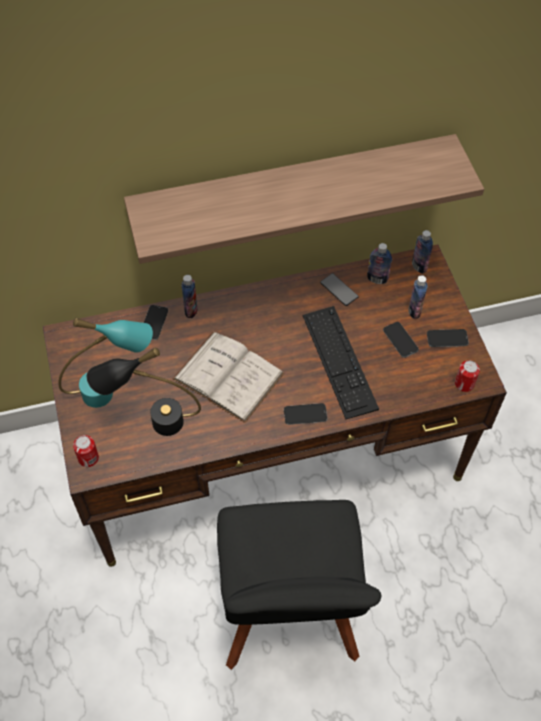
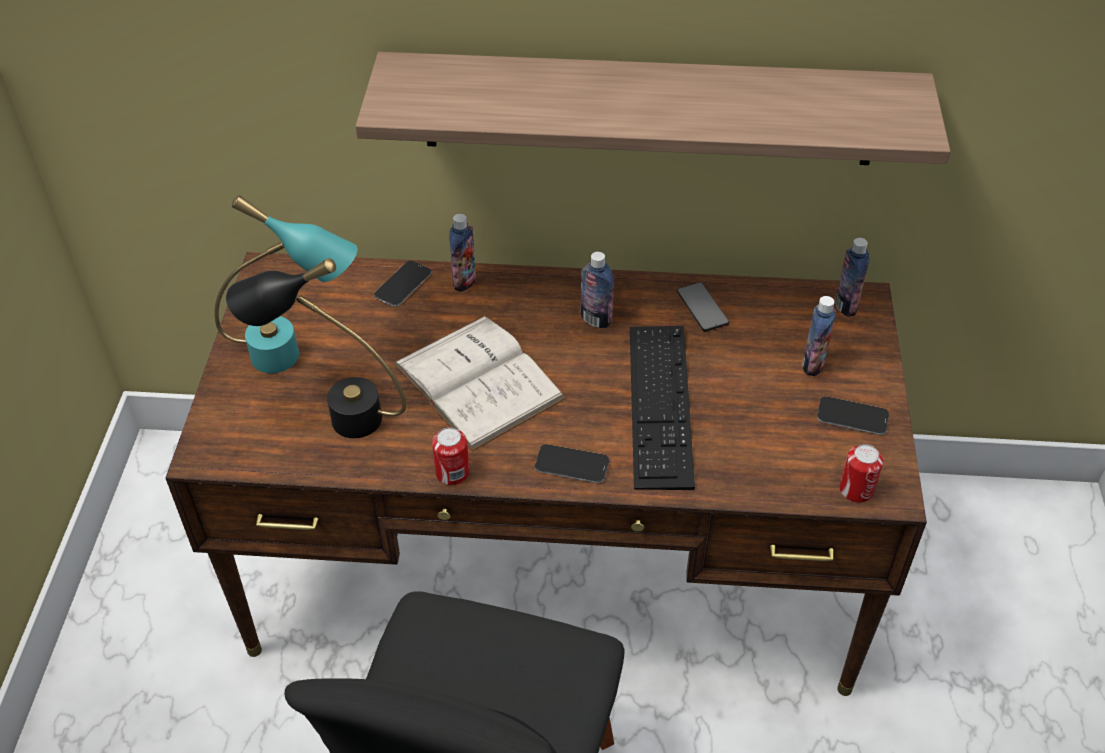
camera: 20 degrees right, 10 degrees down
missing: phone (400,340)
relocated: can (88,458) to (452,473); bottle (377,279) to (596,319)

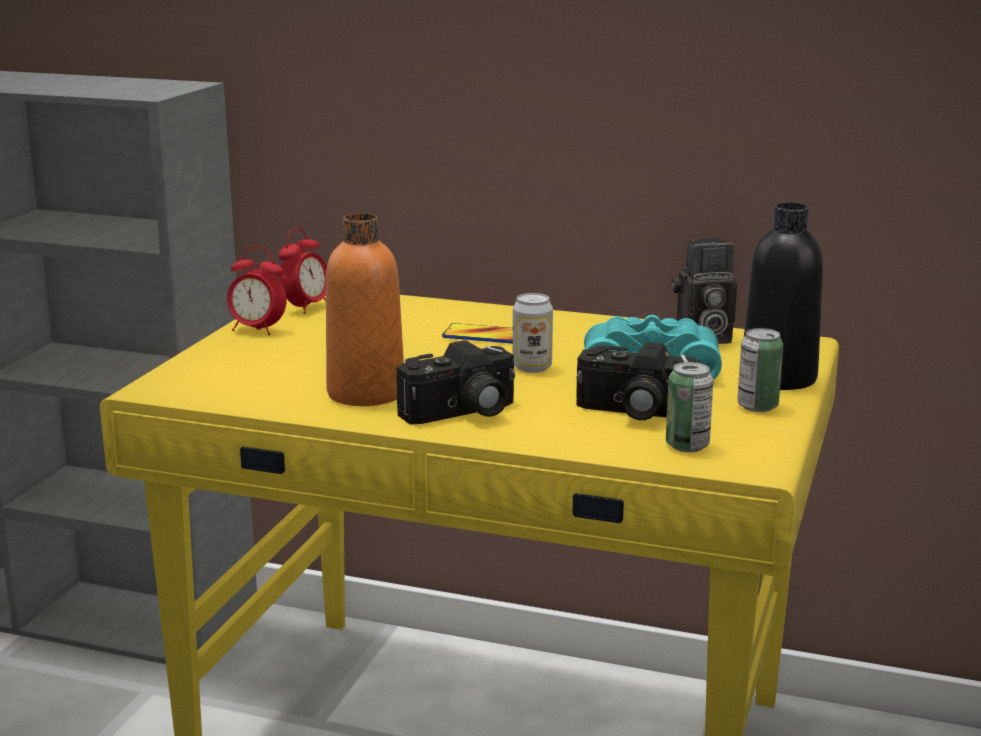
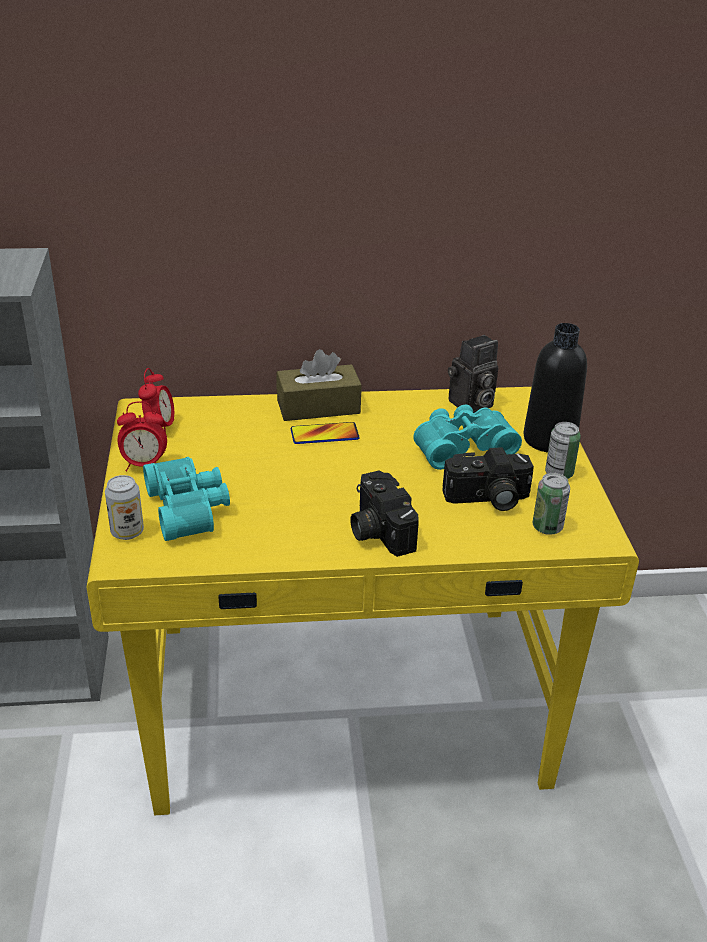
camera: 25 degrees left, 15 degrees up
missing: orange bottle (366,393)
appeared: turquoise binoculars (190,508); brown tissue box (318,407)
relocated: can (532,367) to (127,532)
spun: photo camera (462,413) = (377,530) 120 degrees clockwise

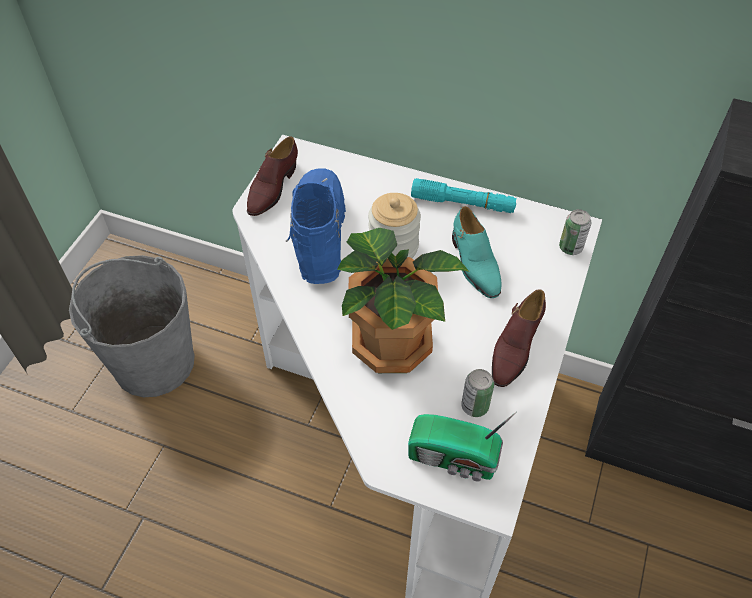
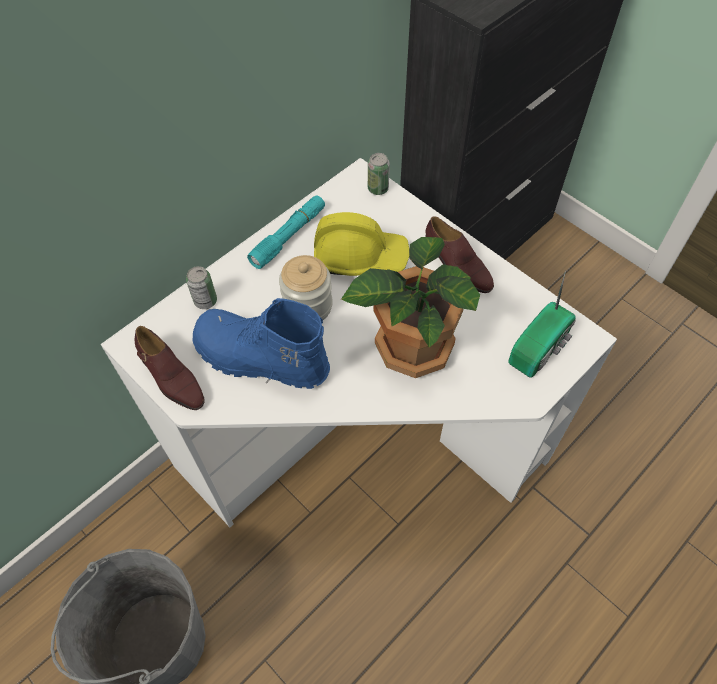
camera: 65 degrees left, 5 degrees up
relocated: can (475,406) to (205,301)
exchanged: turquoise shoe (474,264) to yellow hard hat (360,256)

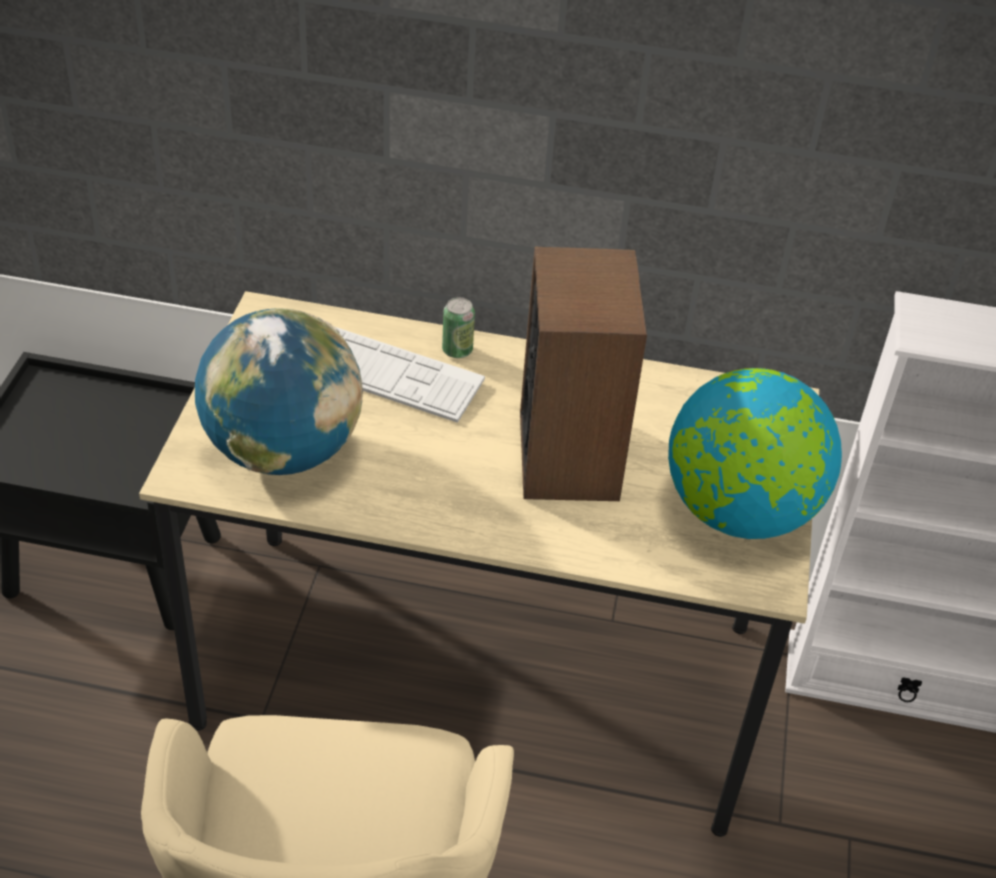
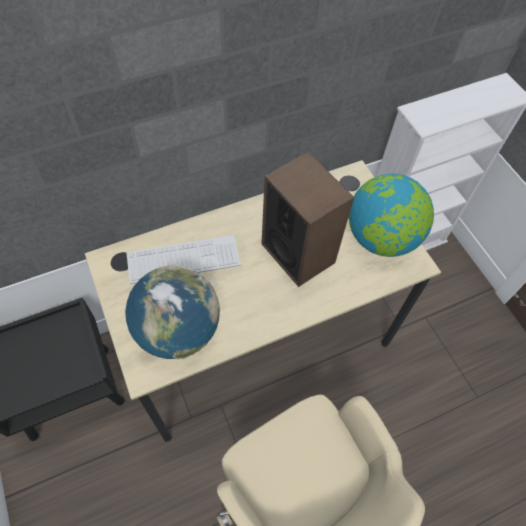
camera: 35 degrees left, 15 degrees up
missing: can (457,350)

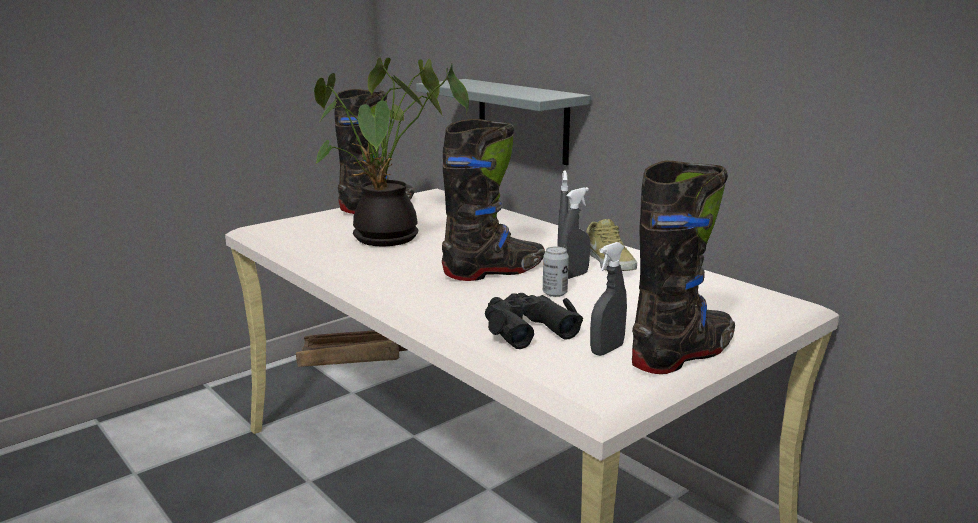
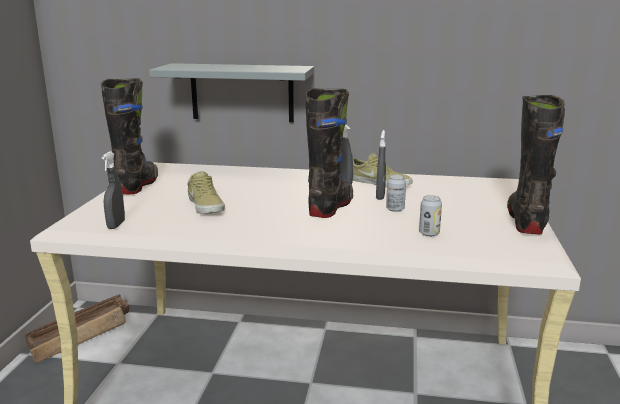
camera: 40 degrees left, 0 degrees up
relocated: grey spray bottle (607,350) to (116,225)
exchanged: potted plant (387,240) to beige shoe (206,206); black binoculars (526,328) to can (429,233)

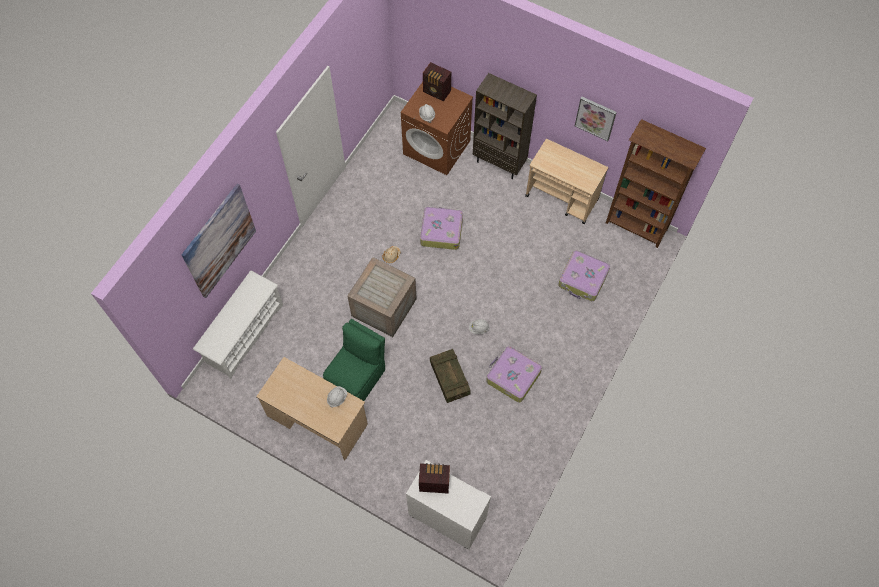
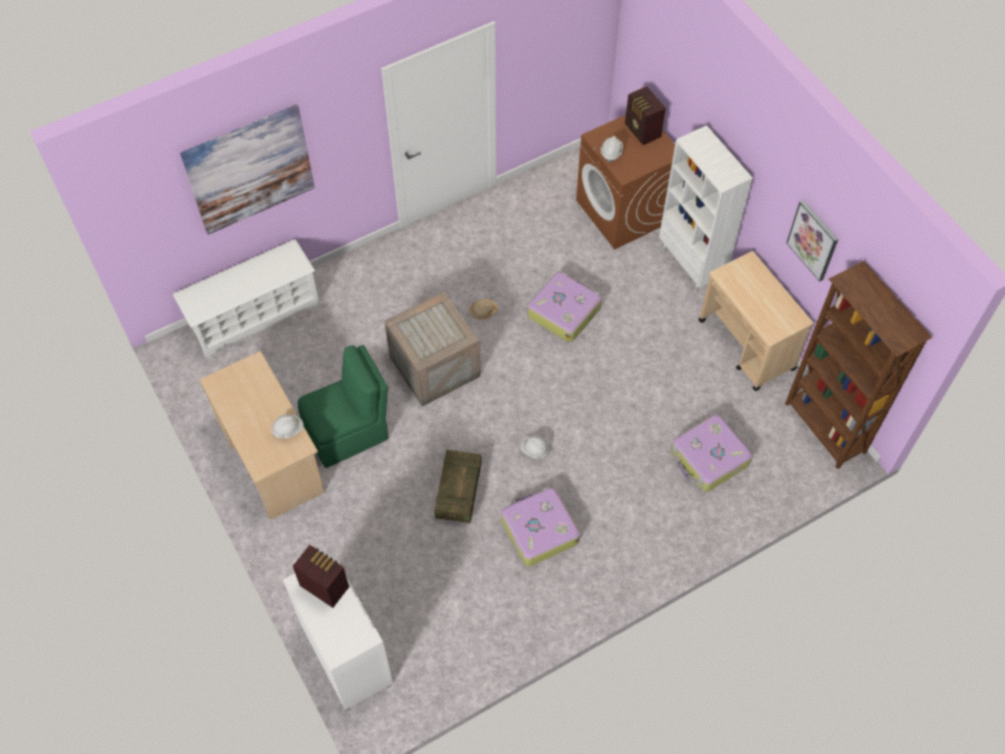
camera: 30 degrees right, 5 degrees down
colour: brown bookcase (499,163) to white bookcase (691,266)

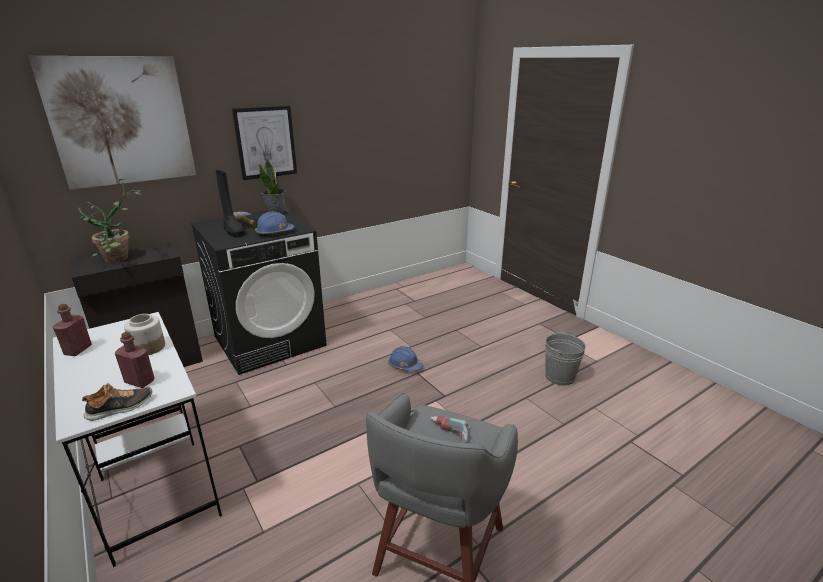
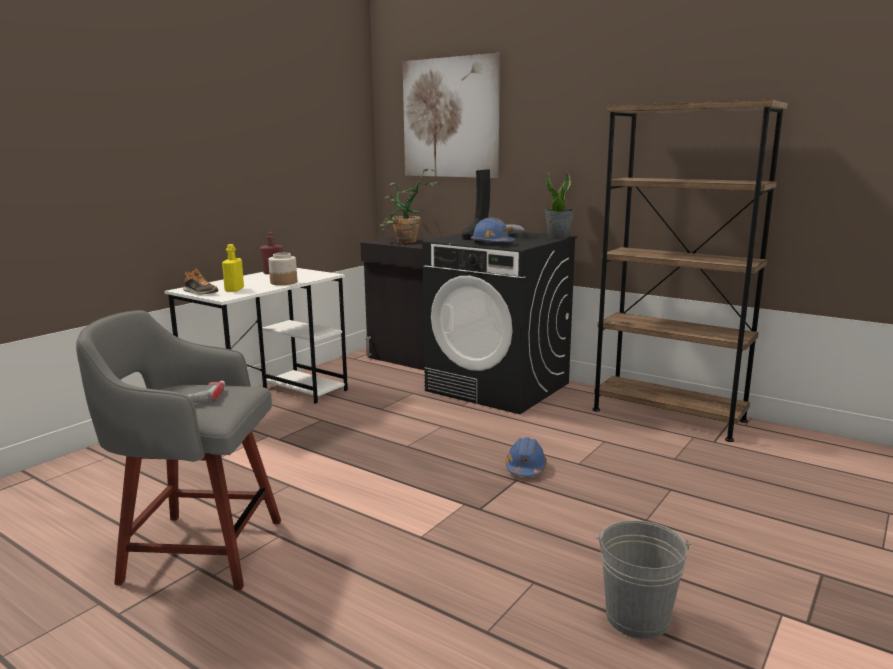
camera: 70 degrees right, 10 degrees down
missing: picture (265,142)
appeared: brown bookcase (668,415)
colour: red bottle (140,382) to yellow bottle (234,289)

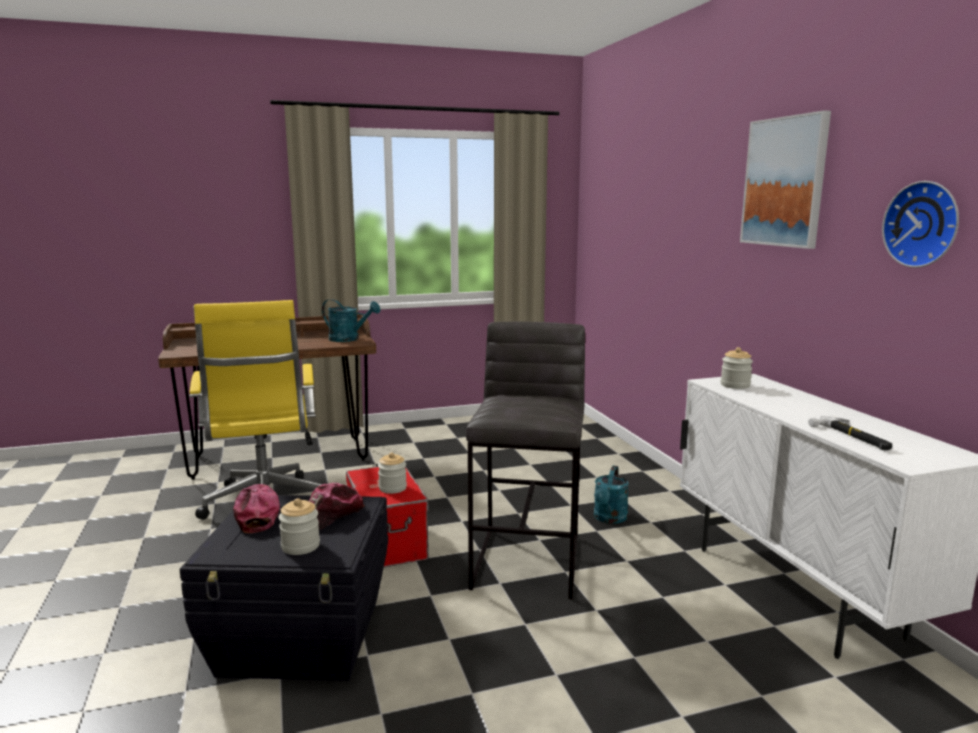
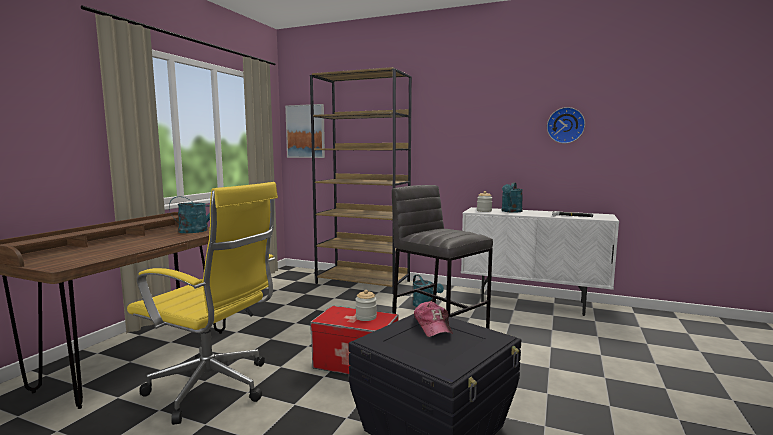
camera: 50 degrees left, 5 degrees down
missing: cap (257,514); jar (300,546)
appeared: brown bookcase (363,282); turquoise watering can (511,211)
relocated: picture (785,182) to (306,131)

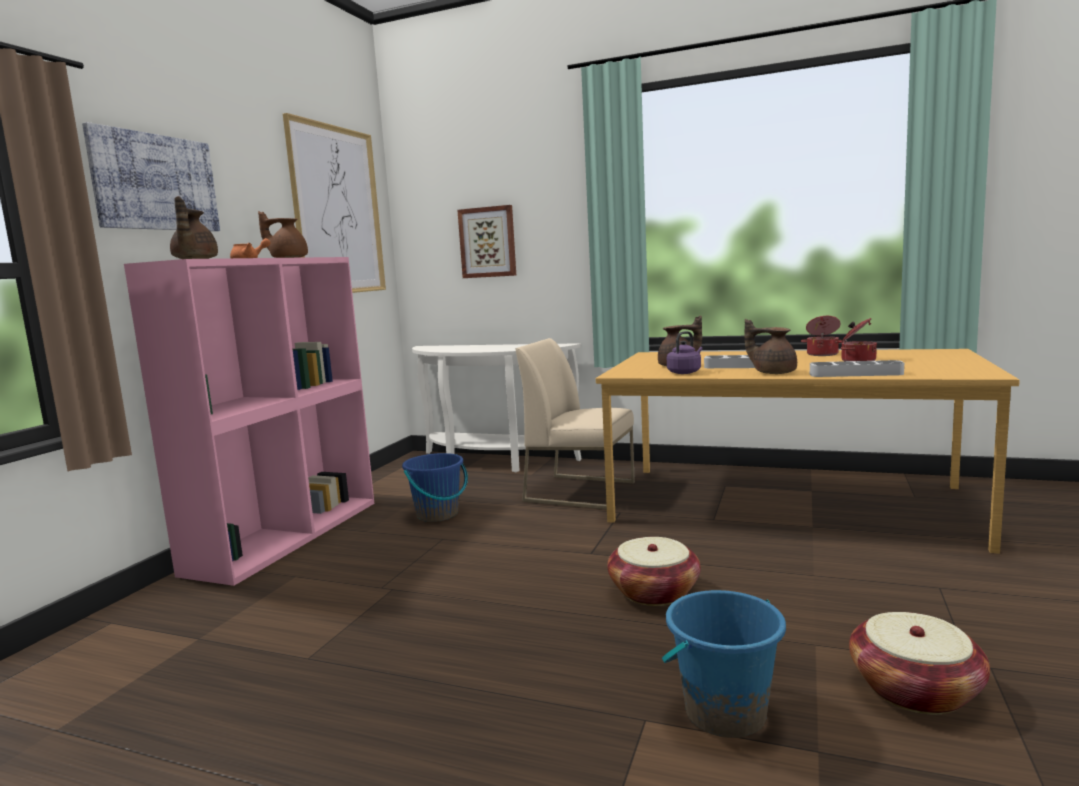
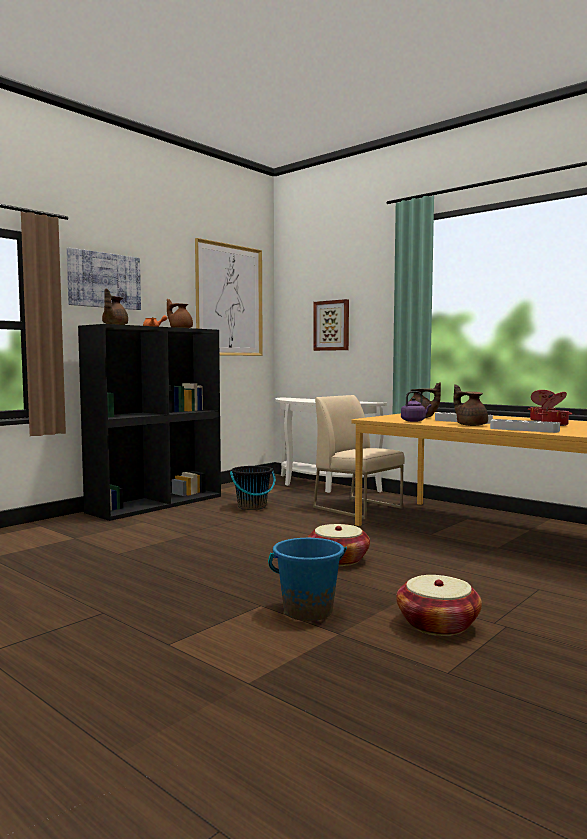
camera: 20 degrees right, 5 degrees down
colour: pink bookcase (286,535) to black bookcase (156,504); blue bucket (437,514) to black bucket (252,507)

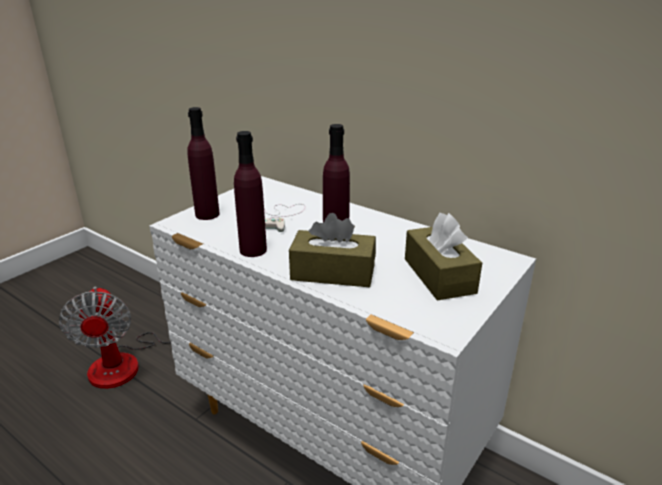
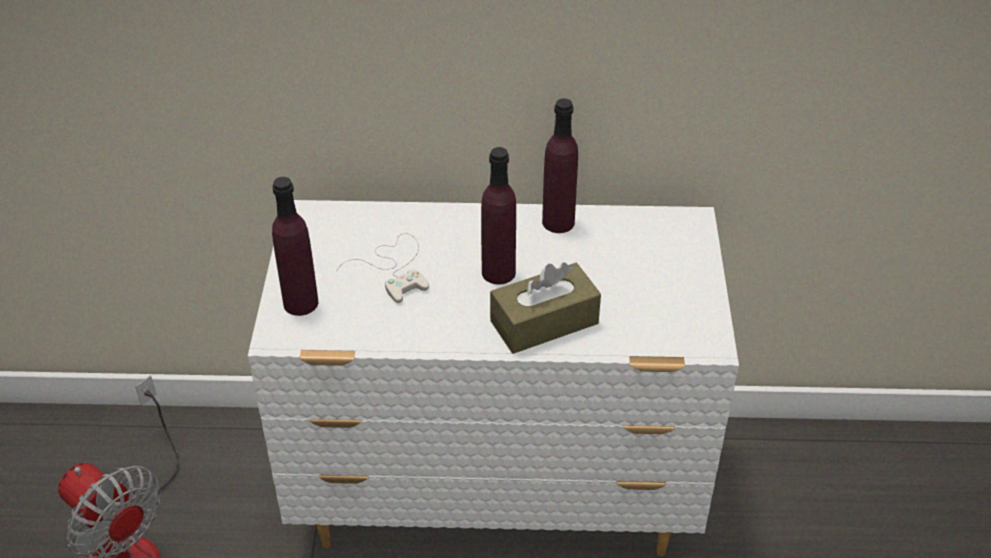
camera: 35 degrees left, 15 degrees up
missing: brown tissue box (439,275)
relocated: purple bottle (253,250) to (558,222)

